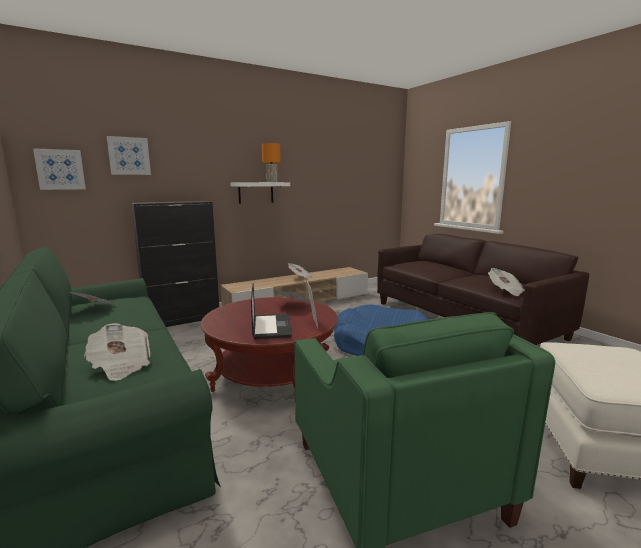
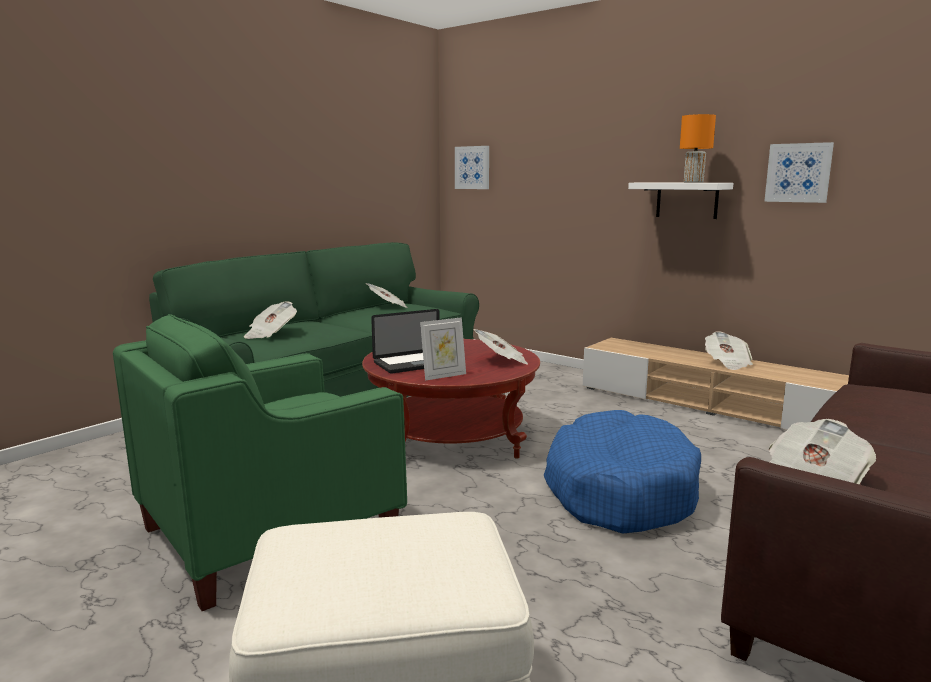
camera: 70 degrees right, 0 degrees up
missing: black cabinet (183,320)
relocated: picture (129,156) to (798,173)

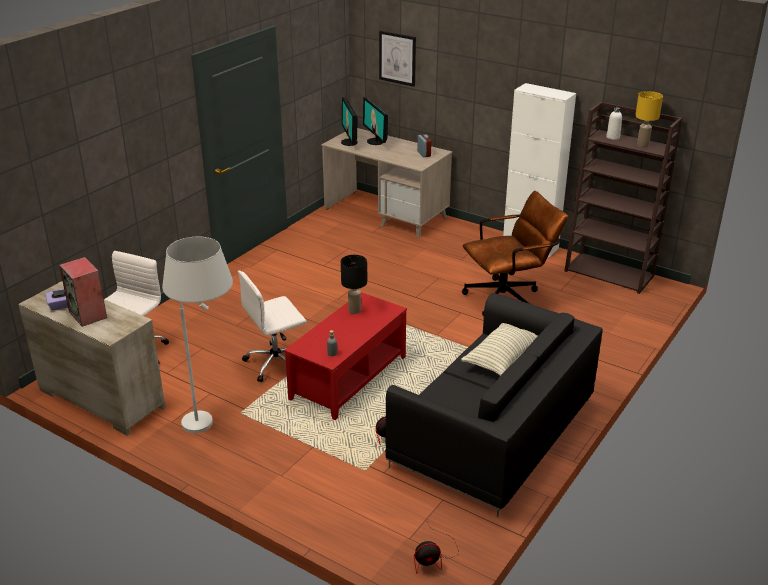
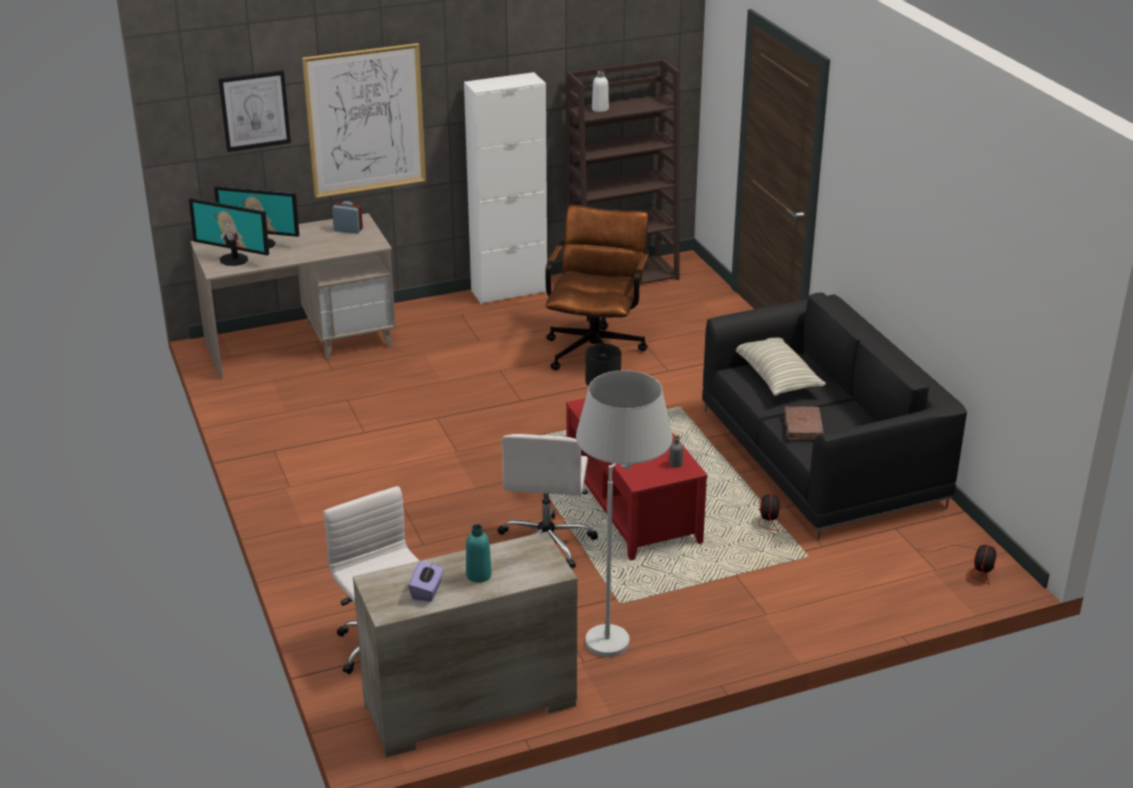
camera: 55 degrees left, 0 degrees up
missing: yellow table lamp (642,144)
appeared: picture (365,120); brown book (803,426)
exchanged: speaker (88,315) to turquoise bottle (478,575)

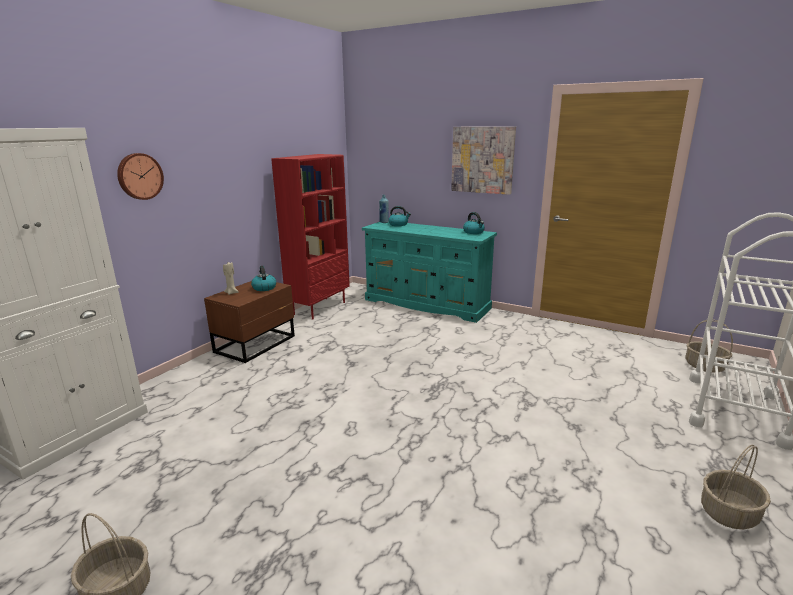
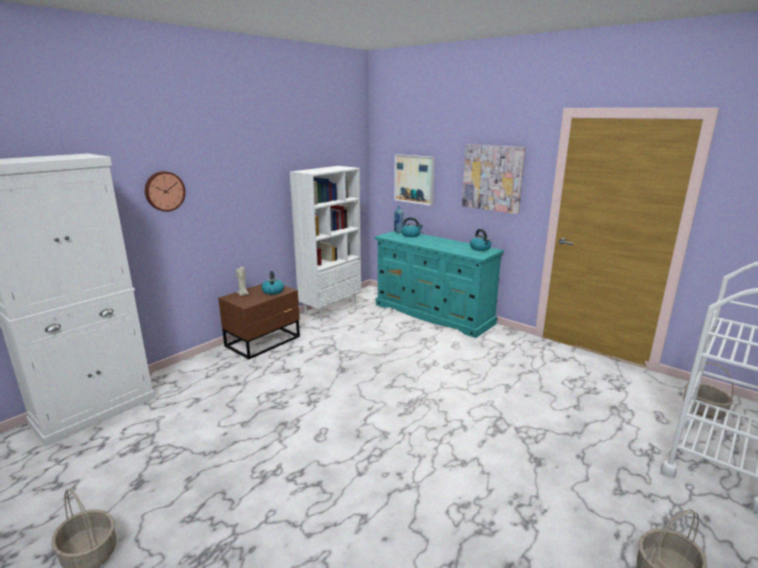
camera: 10 degrees right, 0 degrees up
appeared: picture (414,179)
colour: red bookcase (319,308) to white bookcase (330,310)

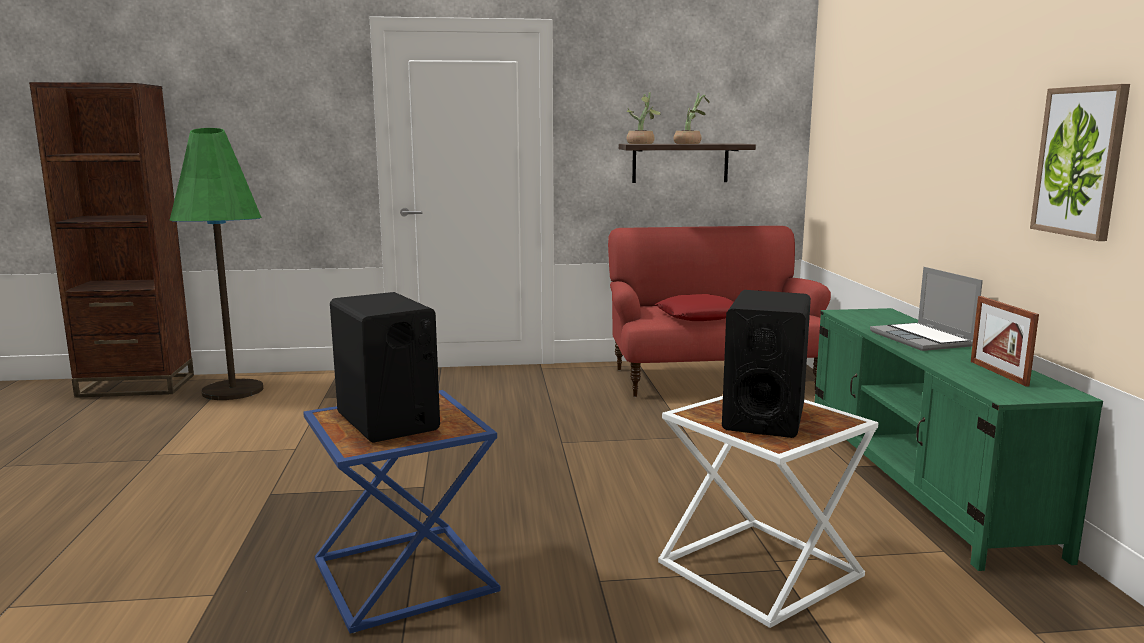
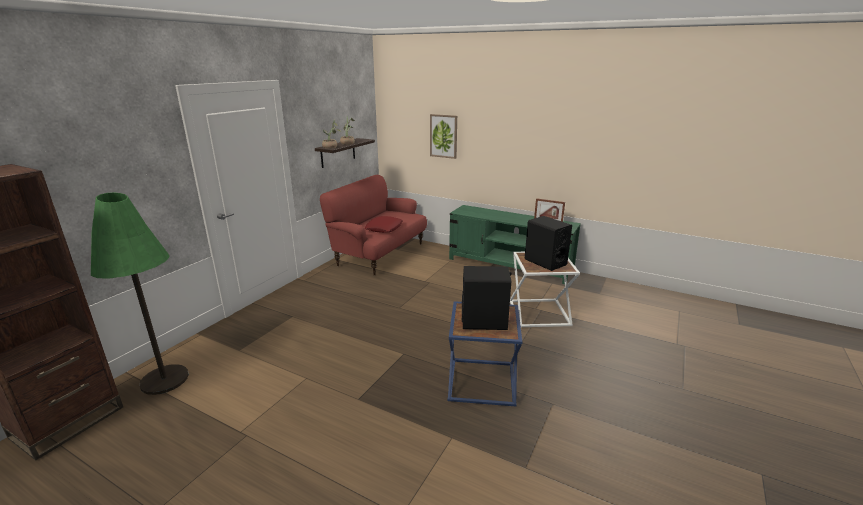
camera: 55 degrees left, 10 degrees up
missing: laptop (923,339)
relocated: picture (1080,161) to (443,136)

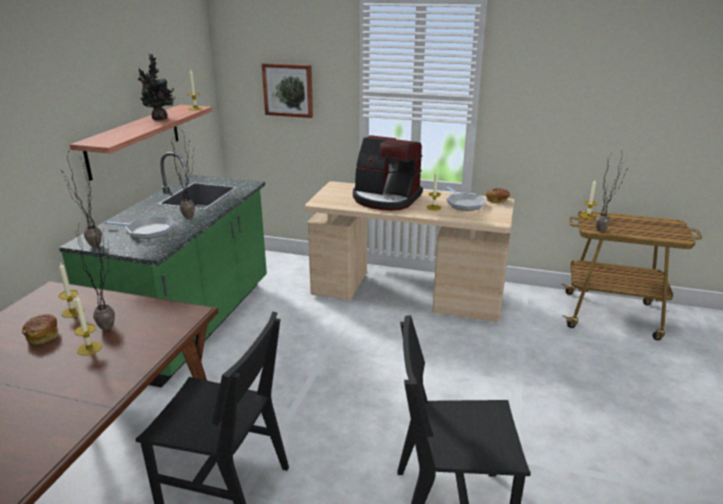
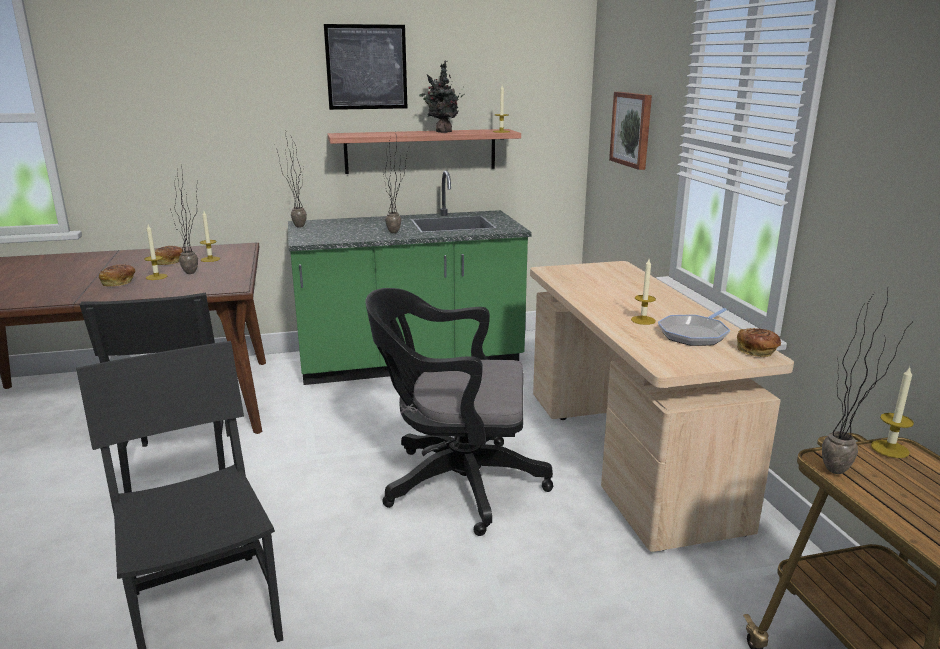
camera: 60 degrees right, 5 degrees down
missing: frying pan (147,231); coffee machine (386,199)
appeared: bread (119,283); picture (366,67); black office chair (455,483)

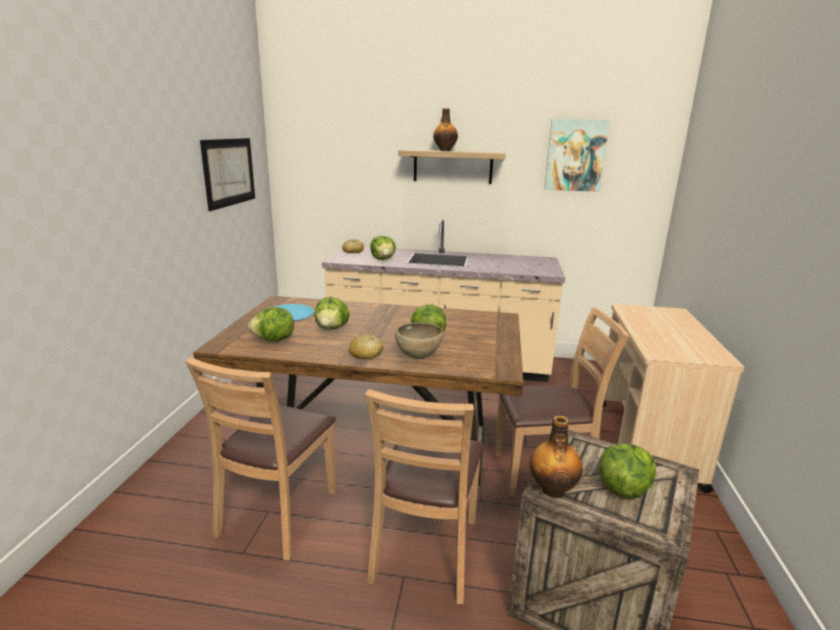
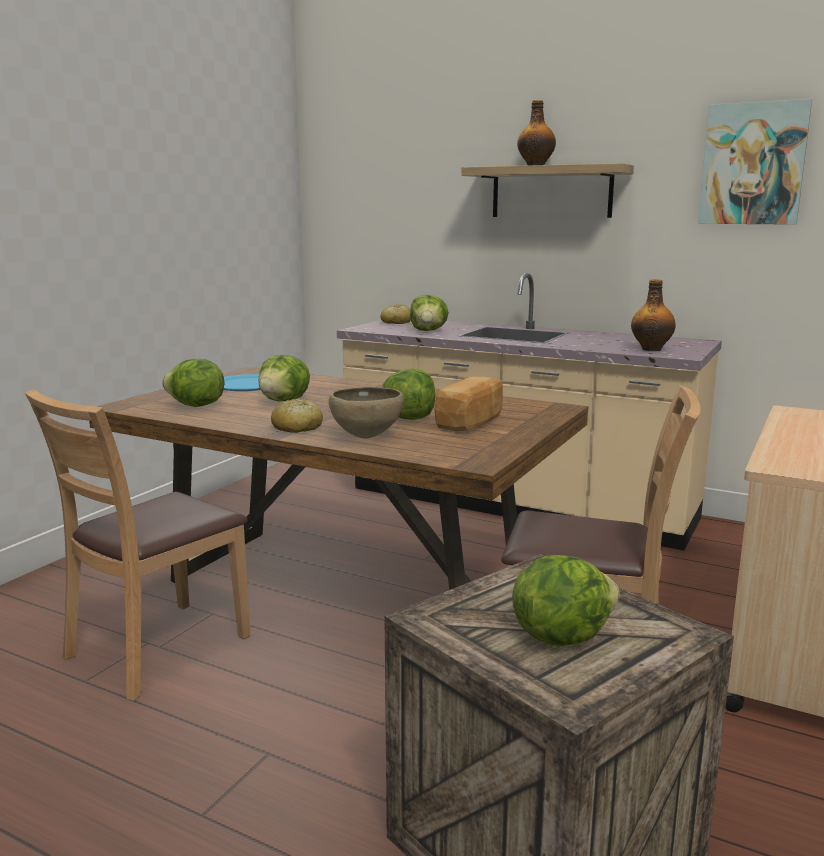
camera: 20 degrees right, 5 degrees down
missing: picture (229,172); brown chair (426,551)
appeared: bread (472,422)
relocated: bottle (552,489) to (651,349)

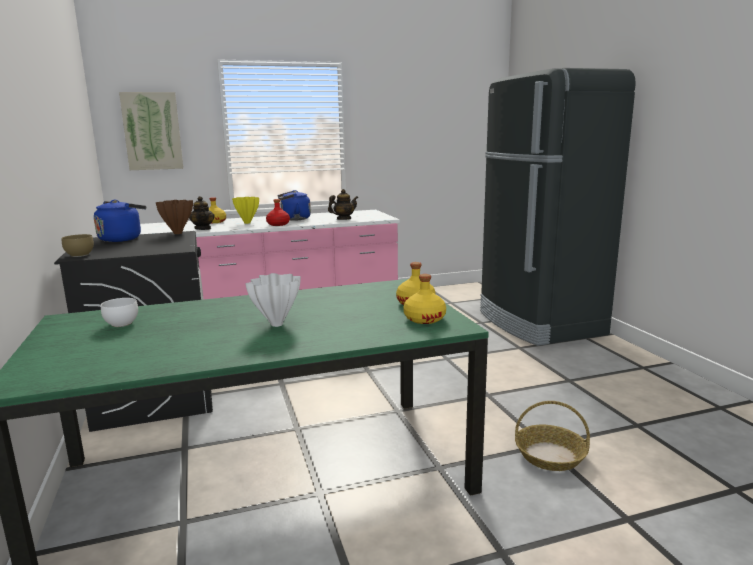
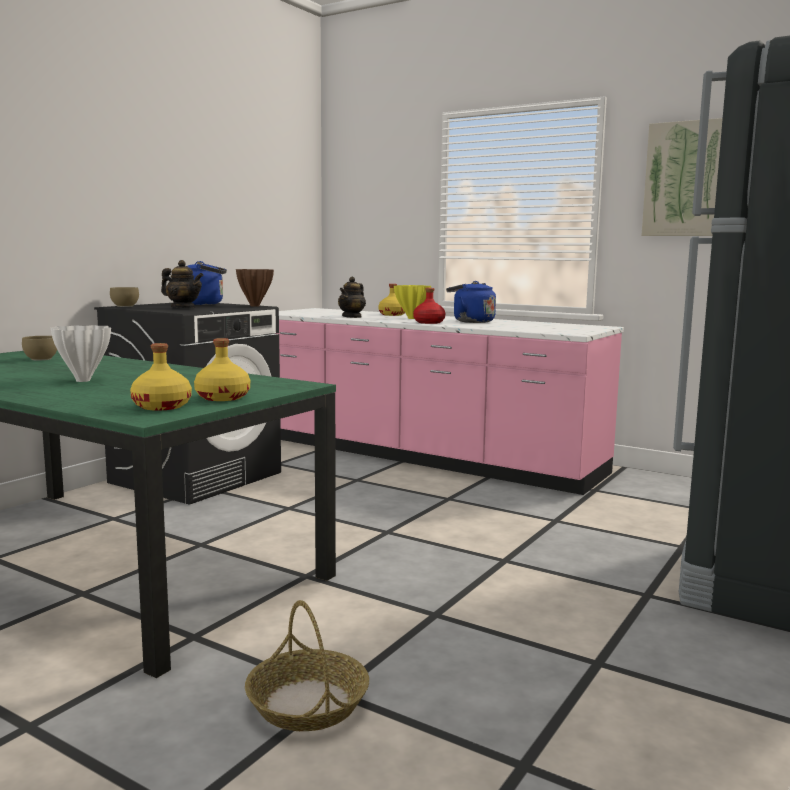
camera: 50 degrees right, 5 degrees down
relocated: teapot (343,219) to (183,308); picture (152,131) to (685,179)
colour: white bowl (122,323) to brown bowl (42,359)

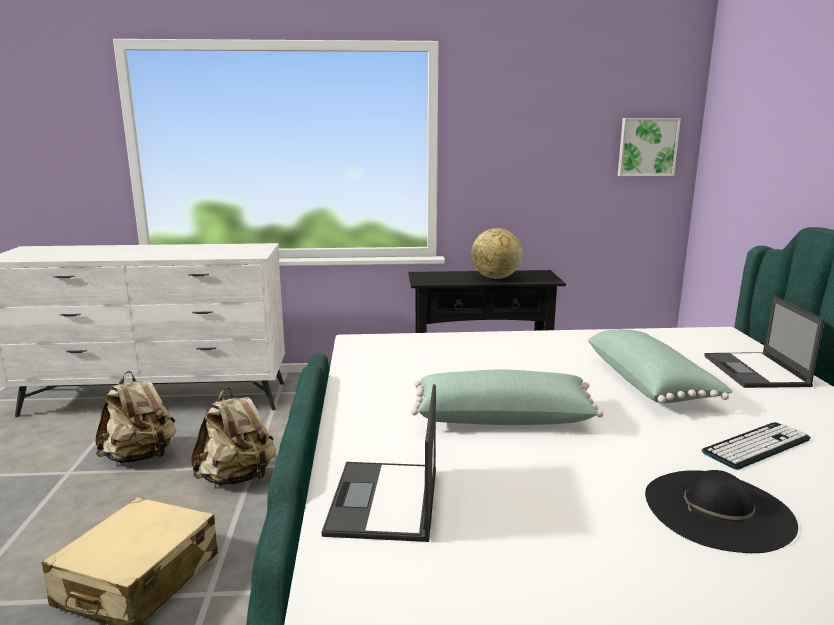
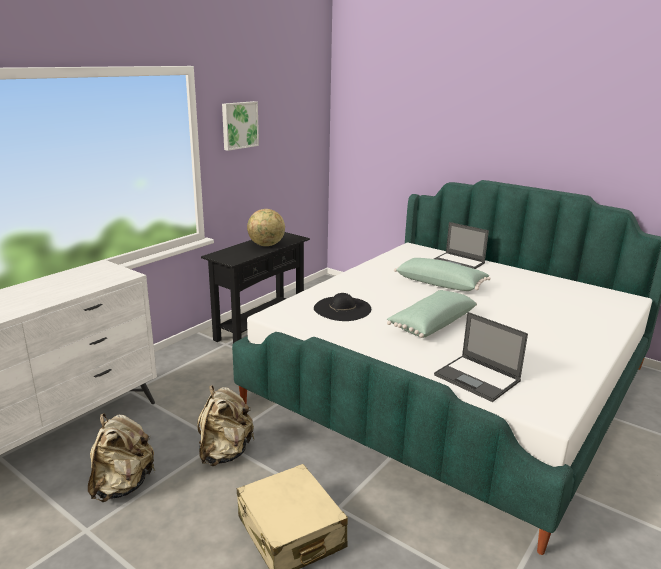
camera: 50 degrees left, 5 degrees up
missing: keyboard (756,446)
relocated: picture (647,147) to (239,125); black hat (717,509) to (342,308)

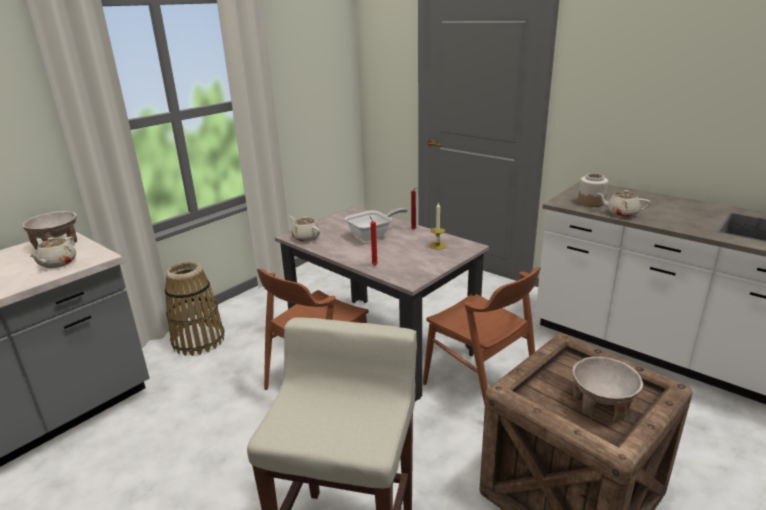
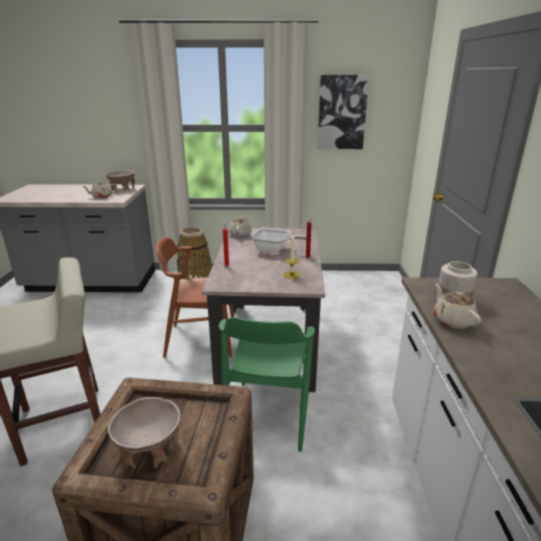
camera: 50 degrees right, 0 degrees up
appeared: picture (341,112)
colour: brown chair (480,386) to green chair (269,414)

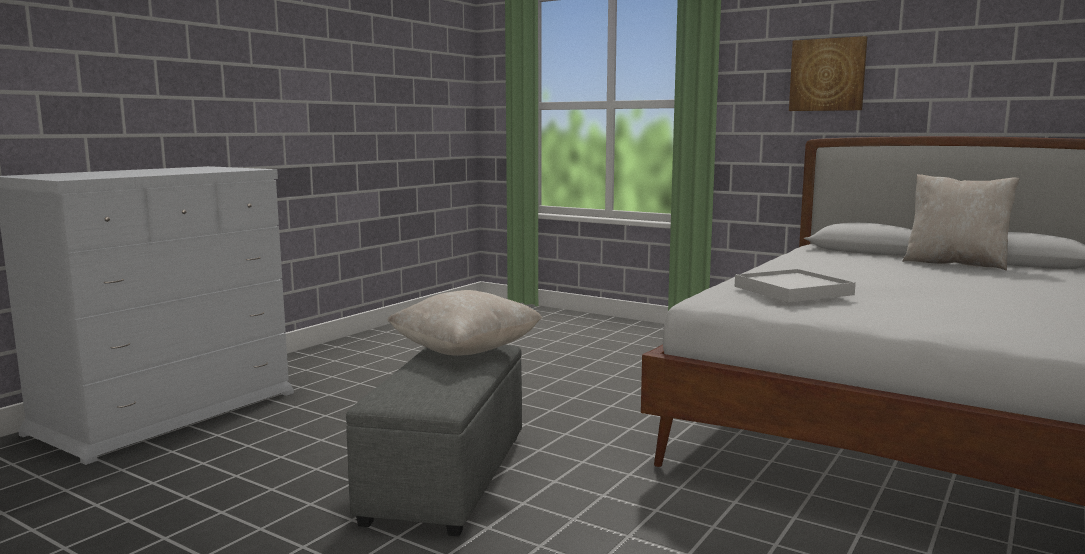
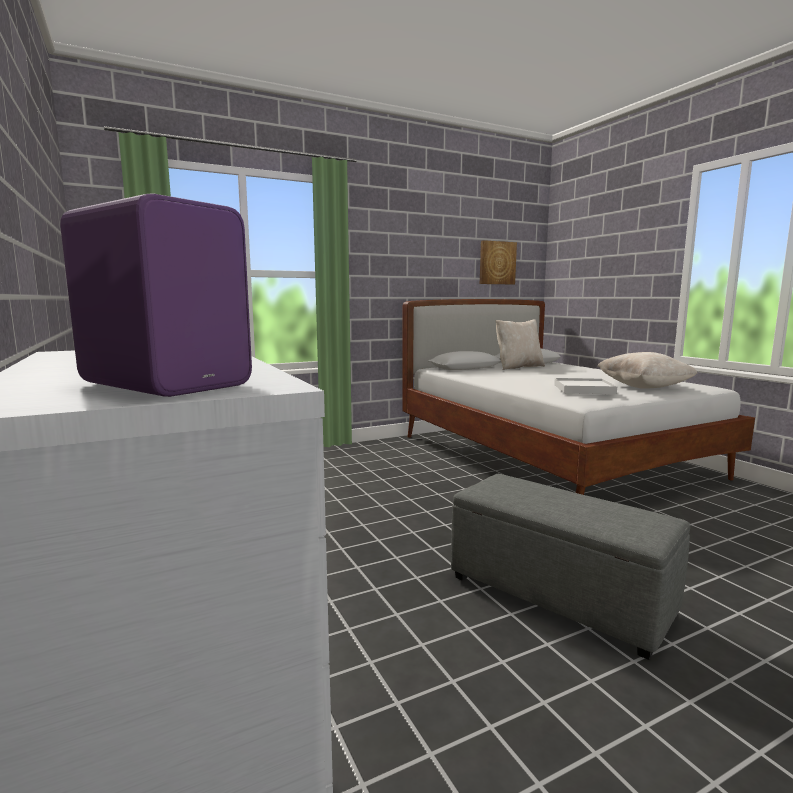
camera: 60 degrees left, 0 degrees up
appeared: purple speaker (168,384)
relocated: picture (827,75) to (497,263); beige pillow (466,351) to (643,387)

